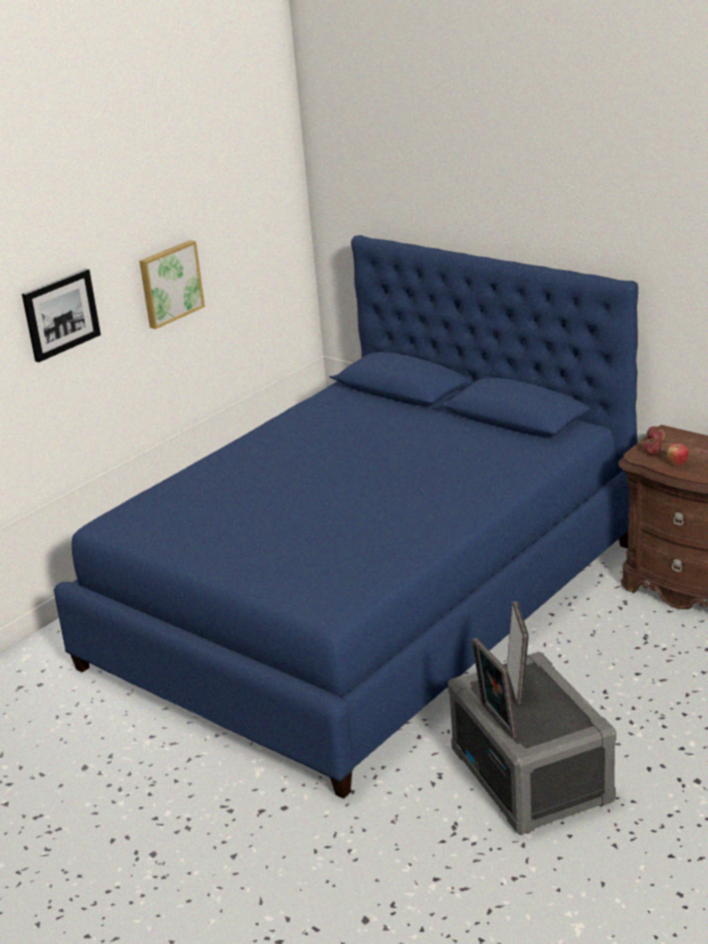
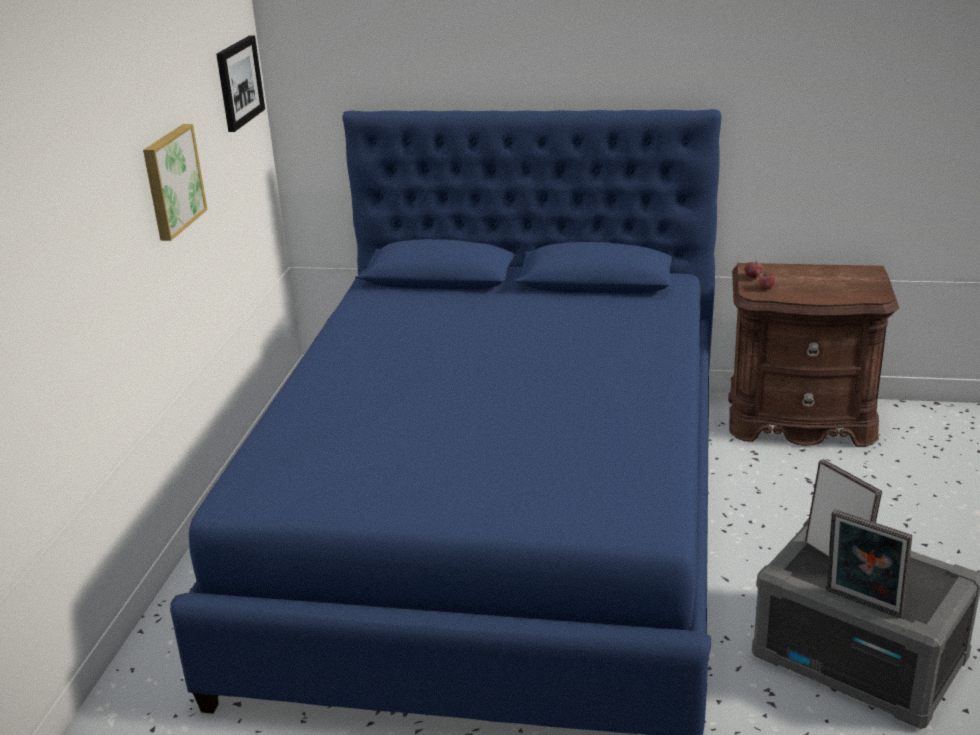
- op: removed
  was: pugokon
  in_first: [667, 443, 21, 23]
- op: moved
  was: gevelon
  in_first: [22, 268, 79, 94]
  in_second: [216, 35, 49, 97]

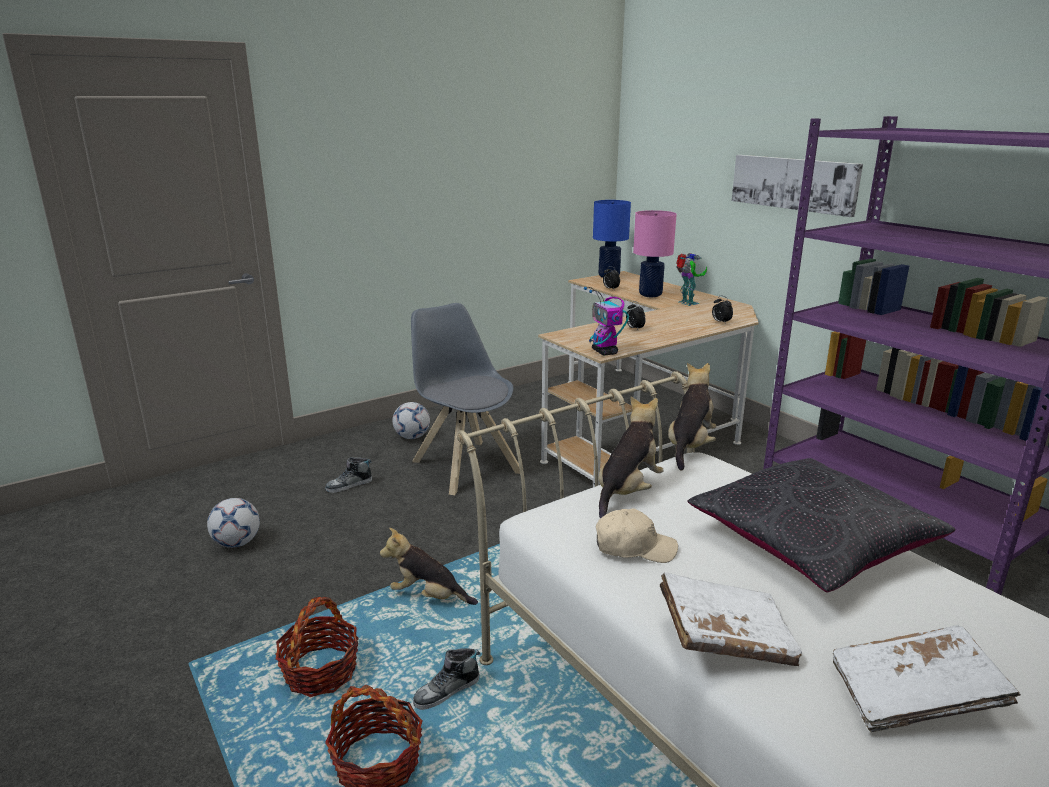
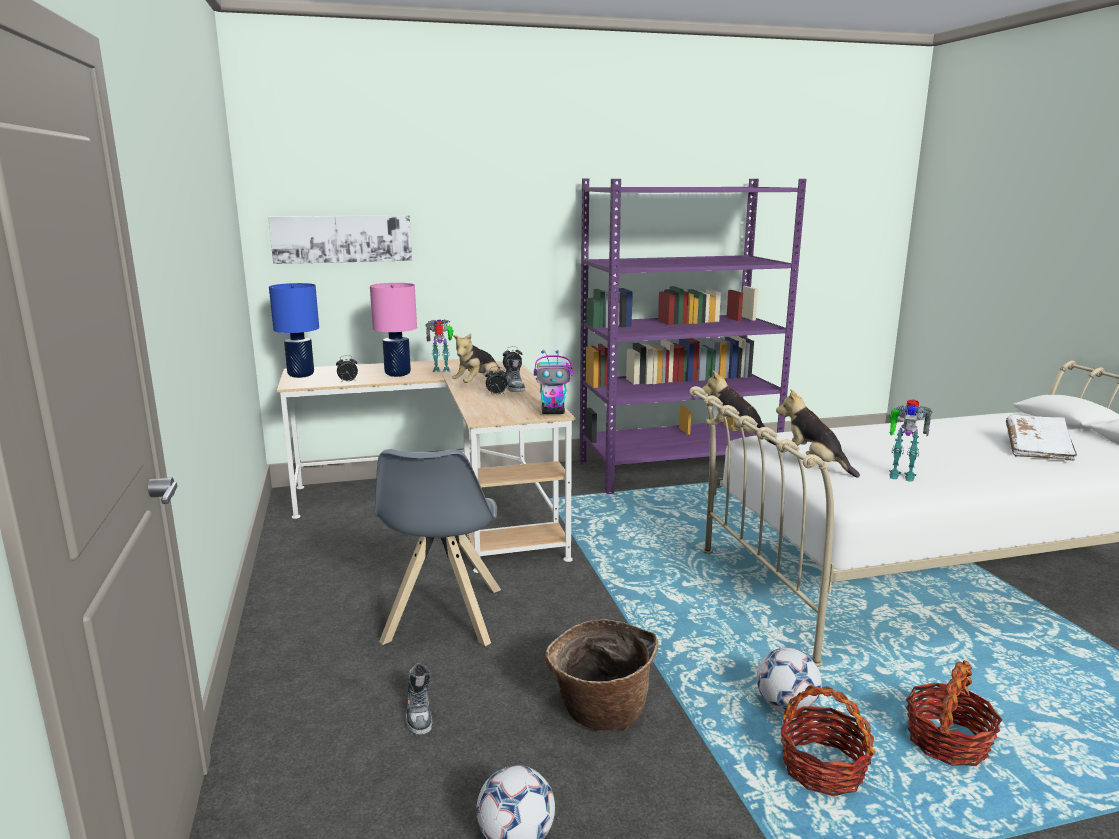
- op: removed
  was: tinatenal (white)
  in_first: [660, 572, 142, 94]
- op: removed
  was: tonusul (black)
  in_first: [687, 458, 268, 134]
- op: added
  now: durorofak
  in_second: [545, 619, 113, 112]
- op: moved
  was: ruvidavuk
  in_first: [380, 528, 98, 77]
  in_second: [452, 333, 48, 50]
- op: moved
  was: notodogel
  in_first: [392, 402, 38, 37]
  in_second: [757, 648, 65, 65]
- op: moved
  was: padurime
  in_first: [413, 648, 67, 62]
  in_second: [505, 359, 20, 33]
- op: moved
  was: gevelon
  in_first: [732, 155, 131, 62]
  in_second: [268, 215, 144, 49]
- op: replaced
  was: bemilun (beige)
  now: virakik
  in_first: [596, 509, 82, 54]
  in_second: [889, 399, 44, 83]
- op: turned
  was: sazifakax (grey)
  in_first: [411, 303, 109, 192]
  in_second: [375, 449, 126, 197]
  clockwise: -75

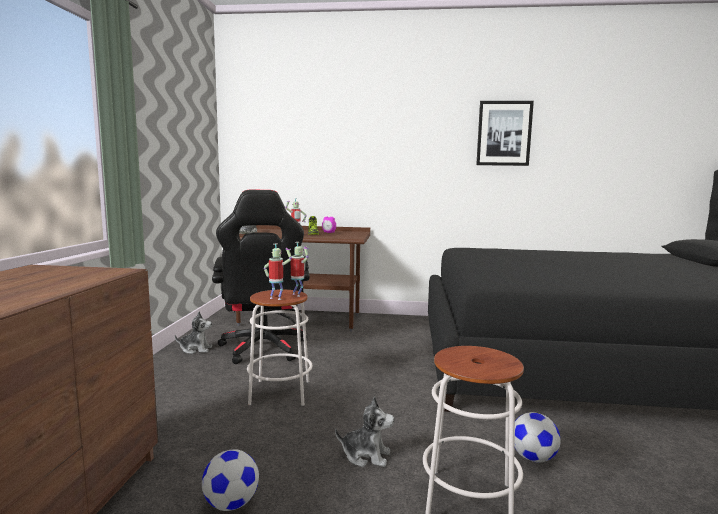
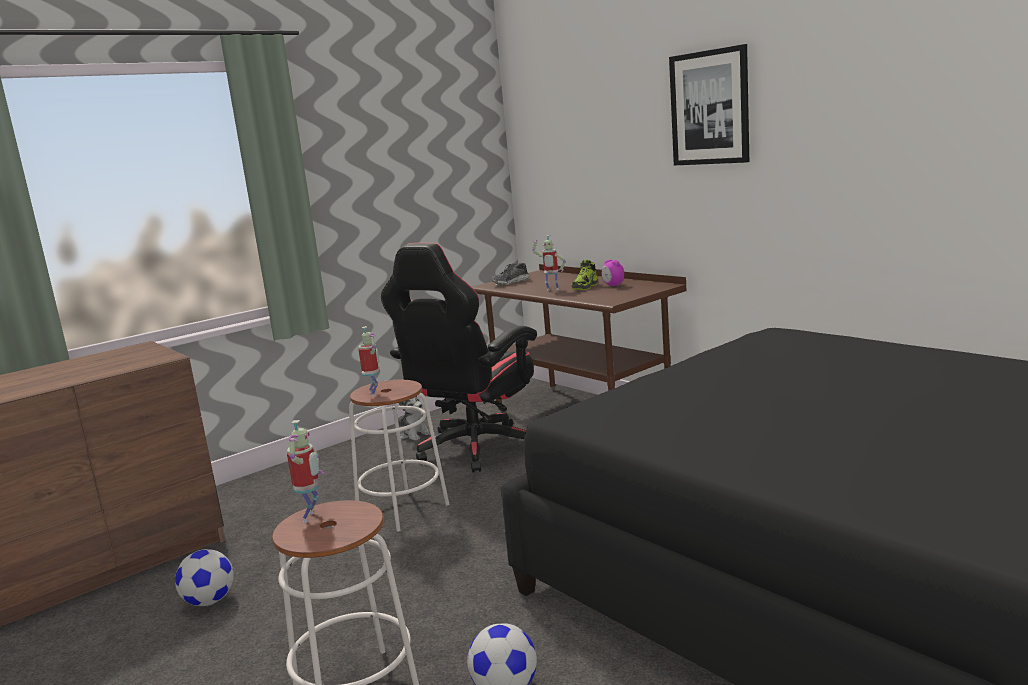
- op: removed
  was: ruvidavuk
  in_first: [335, 396, 59, 71]
- op: moved
  was: virakik
  in_first: [291, 242, 18, 55]
  in_second: [287, 420, 37, 103]
- op: moved
  was: gevelon
  in_first: [476, 101, 58, 65]
  in_second: [669, 44, 80, 122]

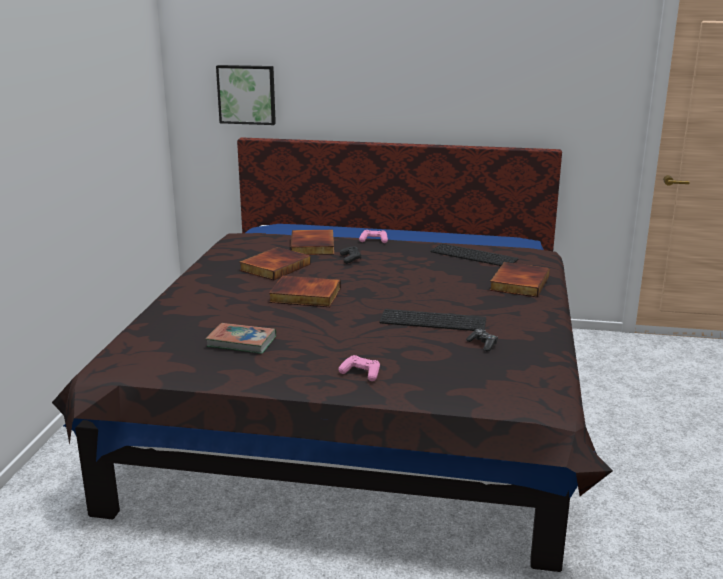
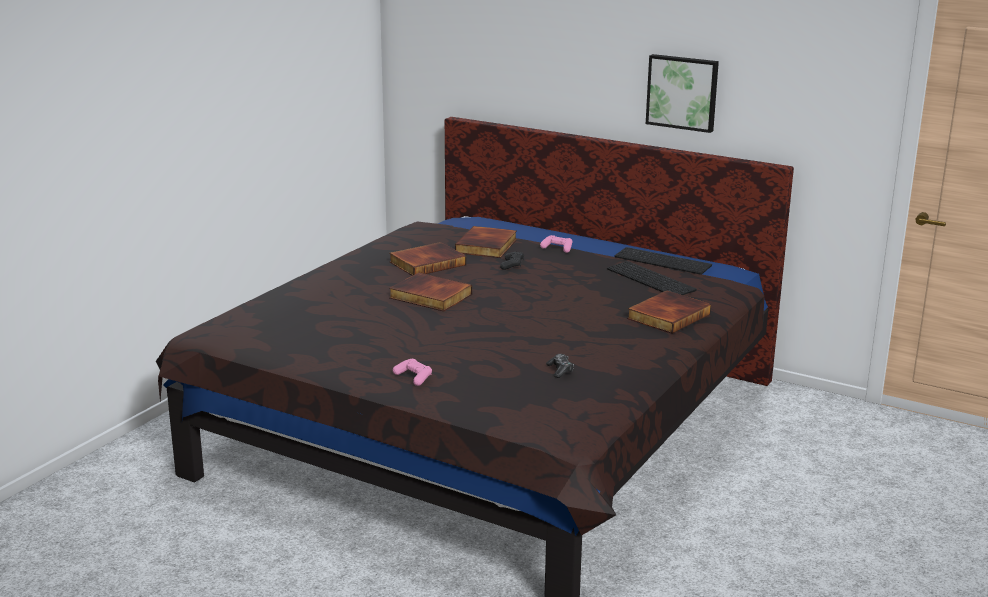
- op: removed
  was: tinatenal
  in_first: [206, 323, 70, 31]
- op: moved
  was: gevelon
  in_first: [216, 65, 60, 60]
  in_second: [646, 54, 73, 79]
- op: moved
  was: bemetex
  in_first: [380, 309, 106, 22]
  in_second: [614, 247, 98, 28]

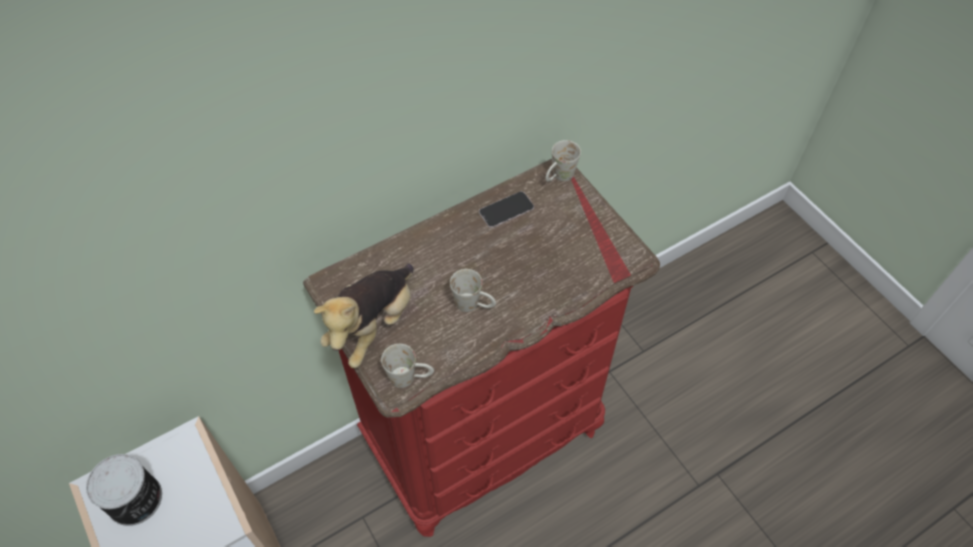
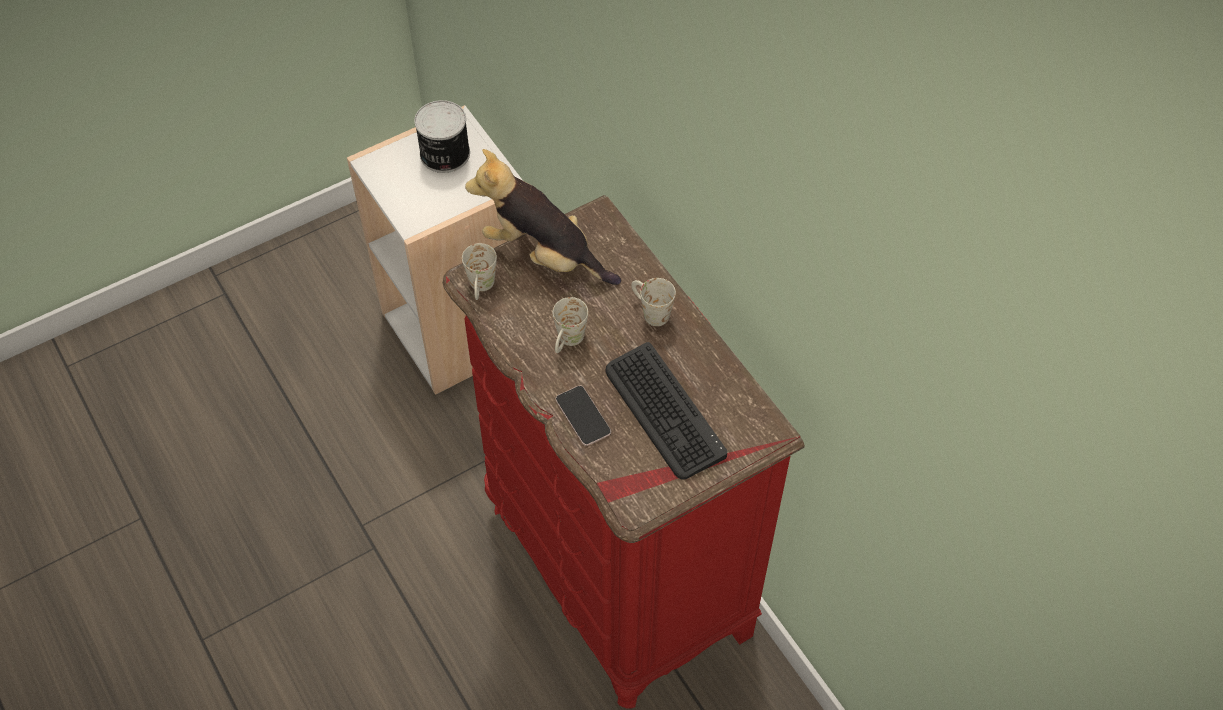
- op: added
  now: bemetex
  in_second: [605, 342, 122, 138]
- op: moved
  was: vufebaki
  in_first: [479, 191, 55, 37]
  in_second: [556, 385, 55, 61]
- op: moved
  was: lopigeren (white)
  in_first: [545, 140, 36, 42]
  in_second: [631, 278, 45, 48]

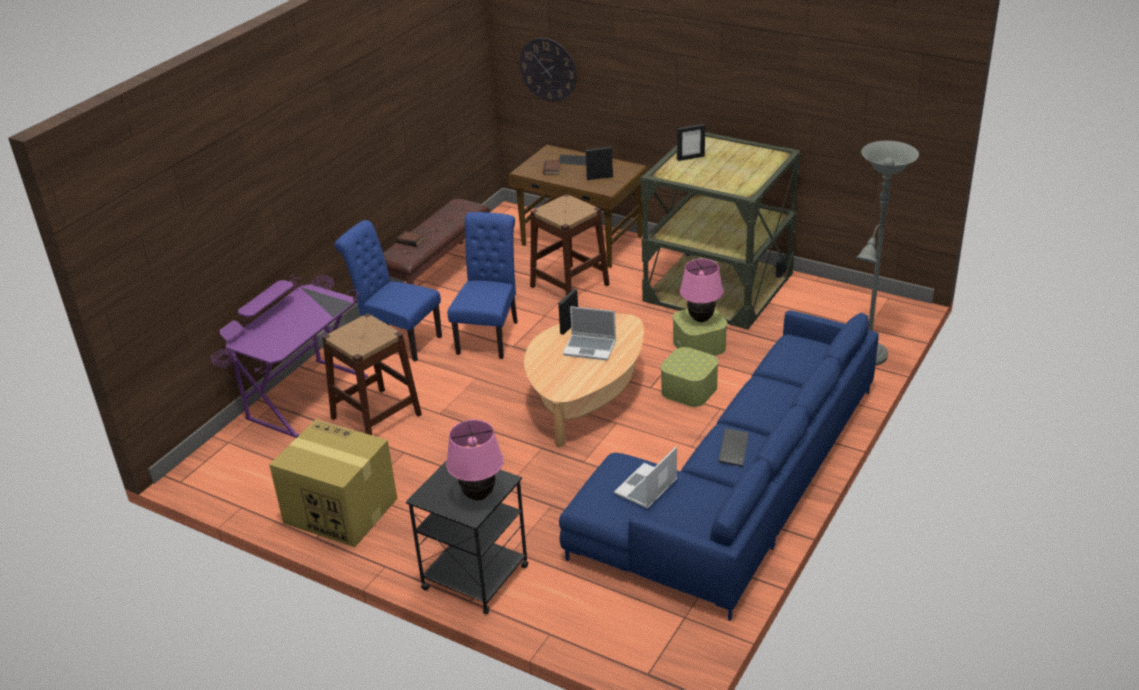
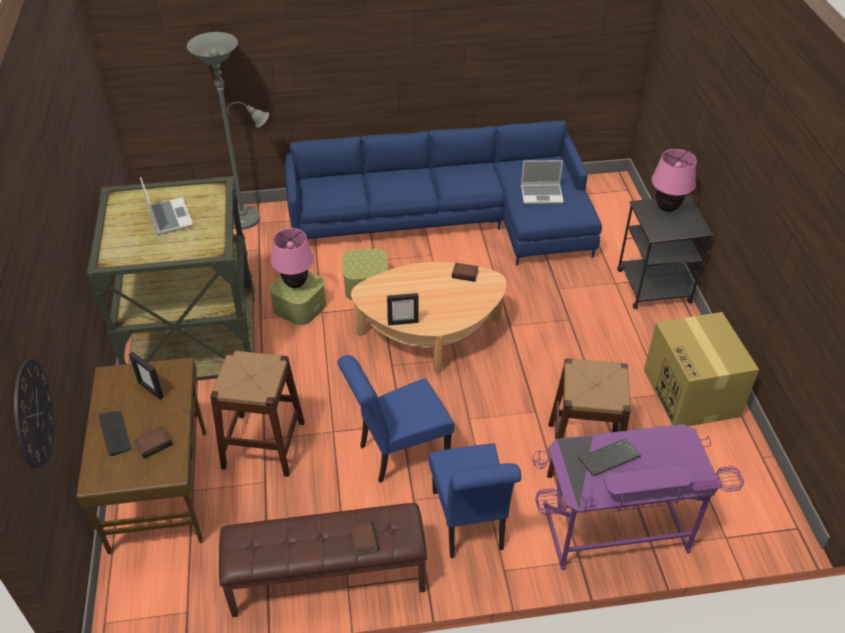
- op: removed
  was: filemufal
  in_first: [677, 124, 28, 37]
- op: added
  now: tinatenal
  in_second: [452, 263, 27, 19]
- op: moved
  was: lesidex
  in_first: [563, 306, 53, 54]
  in_second: [140, 177, 54, 58]
- op: moved
  was: bemetex
  in_first: [718, 428, 31, 39]
  in_second: [579, 438, 62, 38]

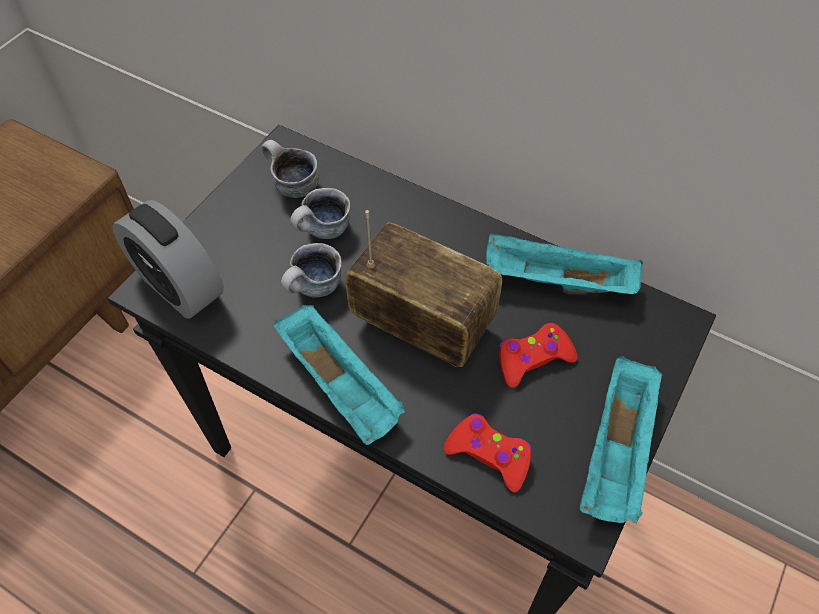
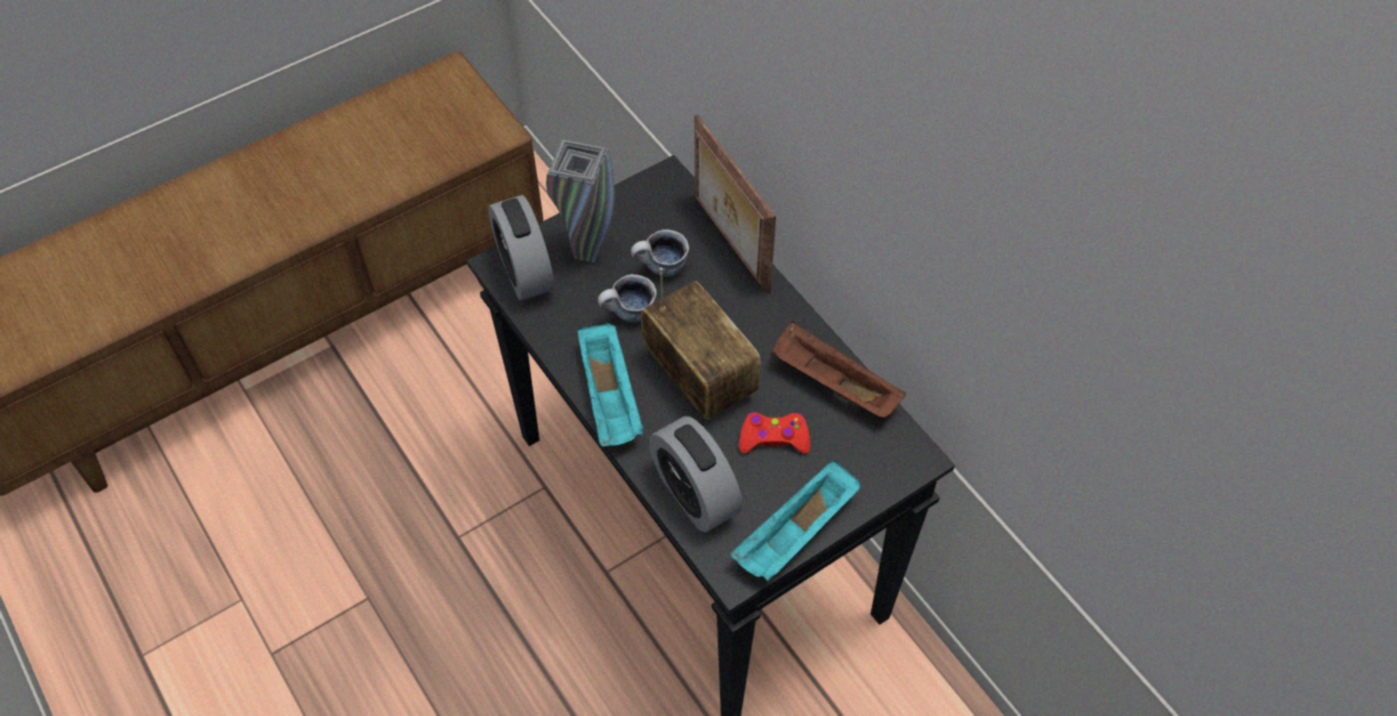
- op: removed
  was: lopigeren
  in_first: [262, 140, 57, 58]
- op: added
  now: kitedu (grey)
  in_second: [546, 139, 69, 124]
- op: added
  now: filemufal
  in_second: [695, 114, 81, 180]
- op: replaced
  was: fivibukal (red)
  now: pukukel
  in_first: [444, 413, 88, 80]
  in_second: [649, 416, 93, 116]
- op: recoloured
  was: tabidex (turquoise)
  now: tabidex (brown)
  in_first: [486, 233, 157, 61]
  in_second: [771, 321, 135, 97]

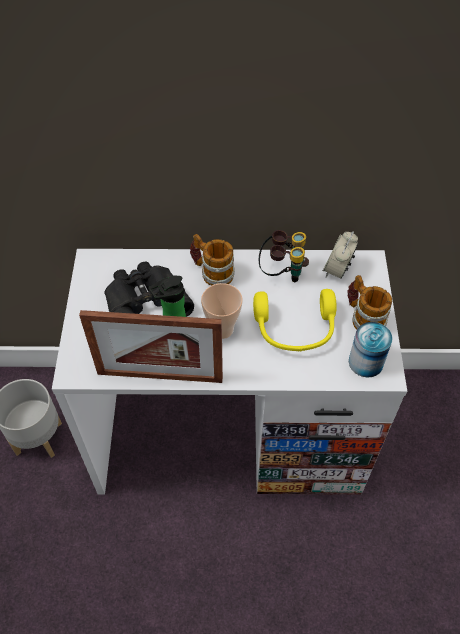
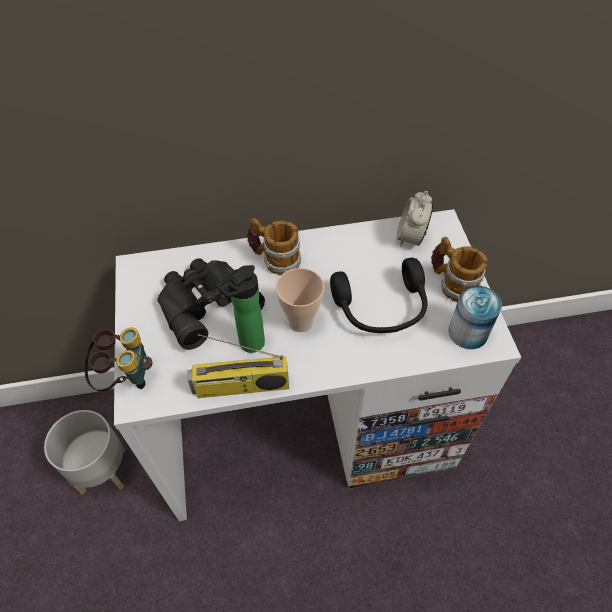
- op: moved
  was: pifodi
  in_first: [259, 230, 50, 52]
  in_second: [84, 327, 69, 64]
- op: replaced
  was: filemufal
  now: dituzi
  in_first: [79, 310, 144, 73]
  in_second: [187, 334, 102, 64]
- op: recoloured
  was: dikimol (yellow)
  now: dikimol (black)
  in_first: [253, 289, 84, 62]
  in_second: [330, 258, 98, 75]

